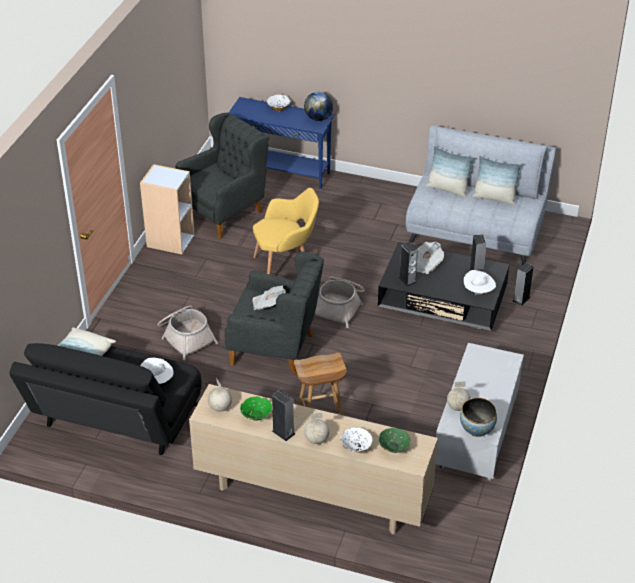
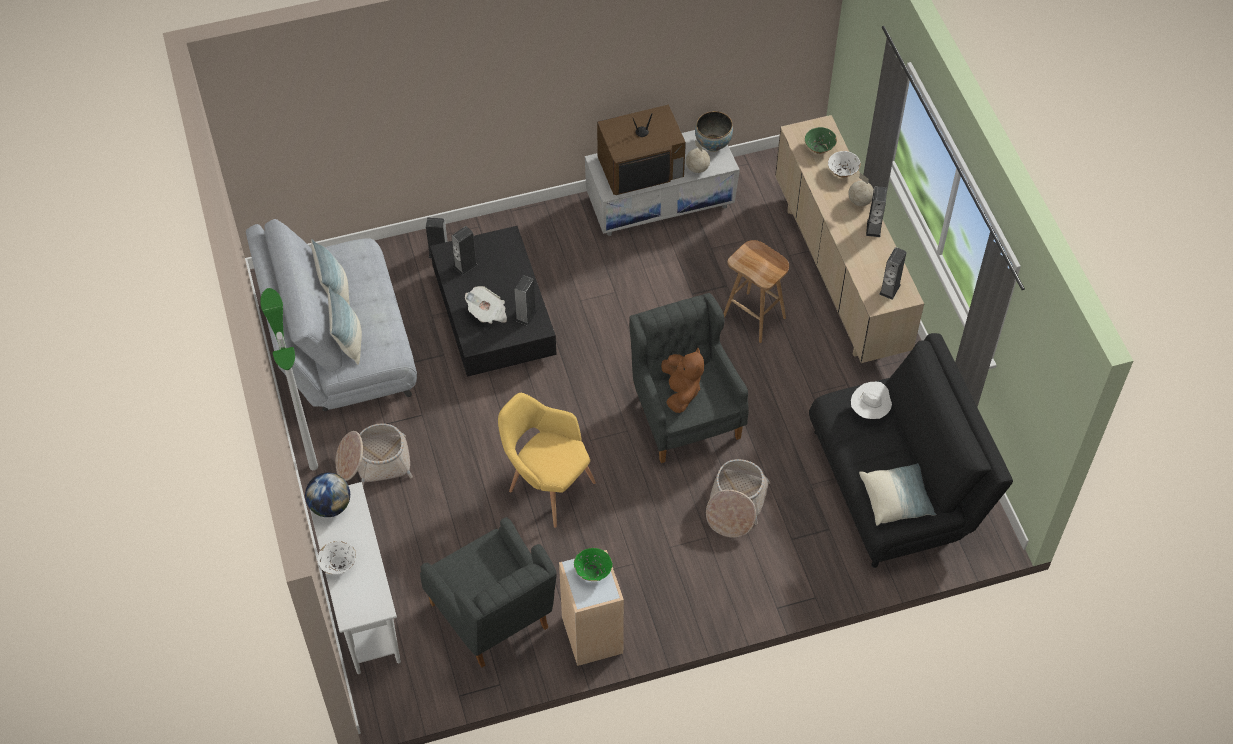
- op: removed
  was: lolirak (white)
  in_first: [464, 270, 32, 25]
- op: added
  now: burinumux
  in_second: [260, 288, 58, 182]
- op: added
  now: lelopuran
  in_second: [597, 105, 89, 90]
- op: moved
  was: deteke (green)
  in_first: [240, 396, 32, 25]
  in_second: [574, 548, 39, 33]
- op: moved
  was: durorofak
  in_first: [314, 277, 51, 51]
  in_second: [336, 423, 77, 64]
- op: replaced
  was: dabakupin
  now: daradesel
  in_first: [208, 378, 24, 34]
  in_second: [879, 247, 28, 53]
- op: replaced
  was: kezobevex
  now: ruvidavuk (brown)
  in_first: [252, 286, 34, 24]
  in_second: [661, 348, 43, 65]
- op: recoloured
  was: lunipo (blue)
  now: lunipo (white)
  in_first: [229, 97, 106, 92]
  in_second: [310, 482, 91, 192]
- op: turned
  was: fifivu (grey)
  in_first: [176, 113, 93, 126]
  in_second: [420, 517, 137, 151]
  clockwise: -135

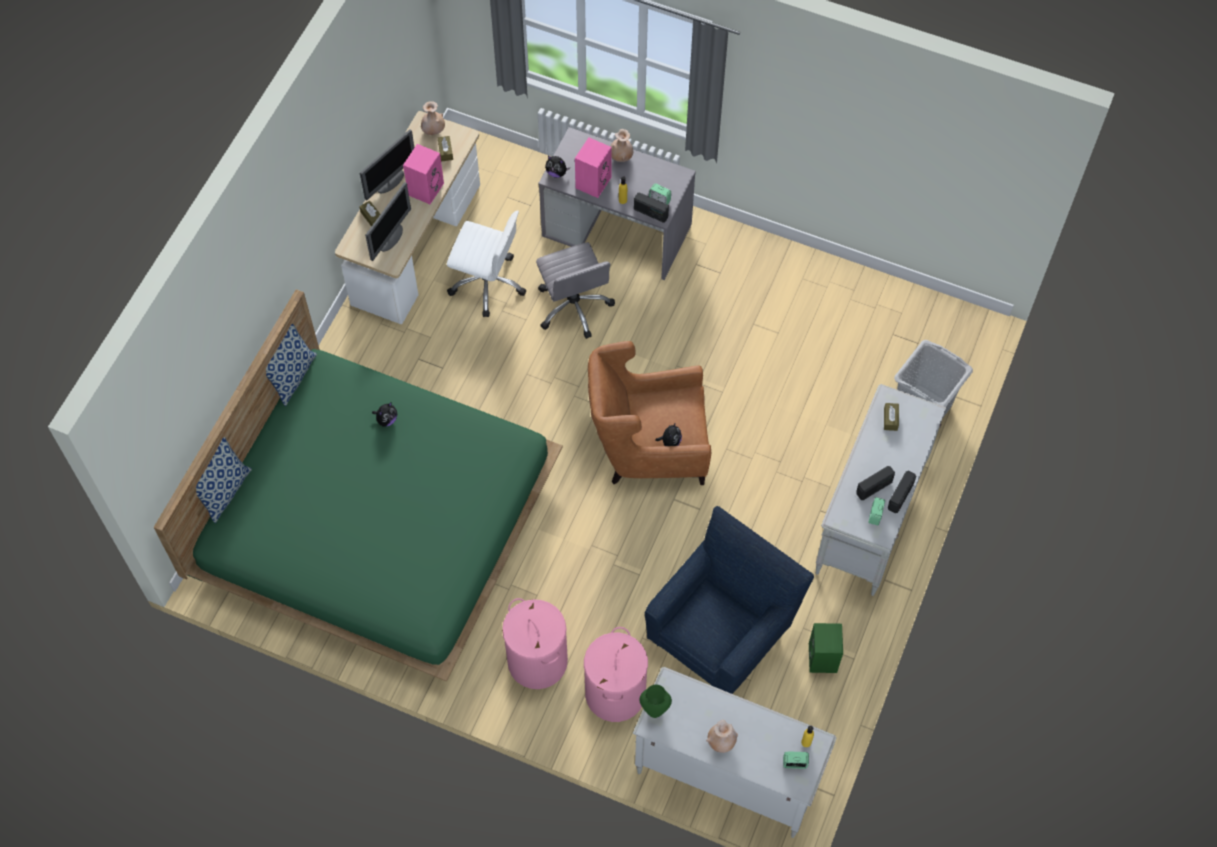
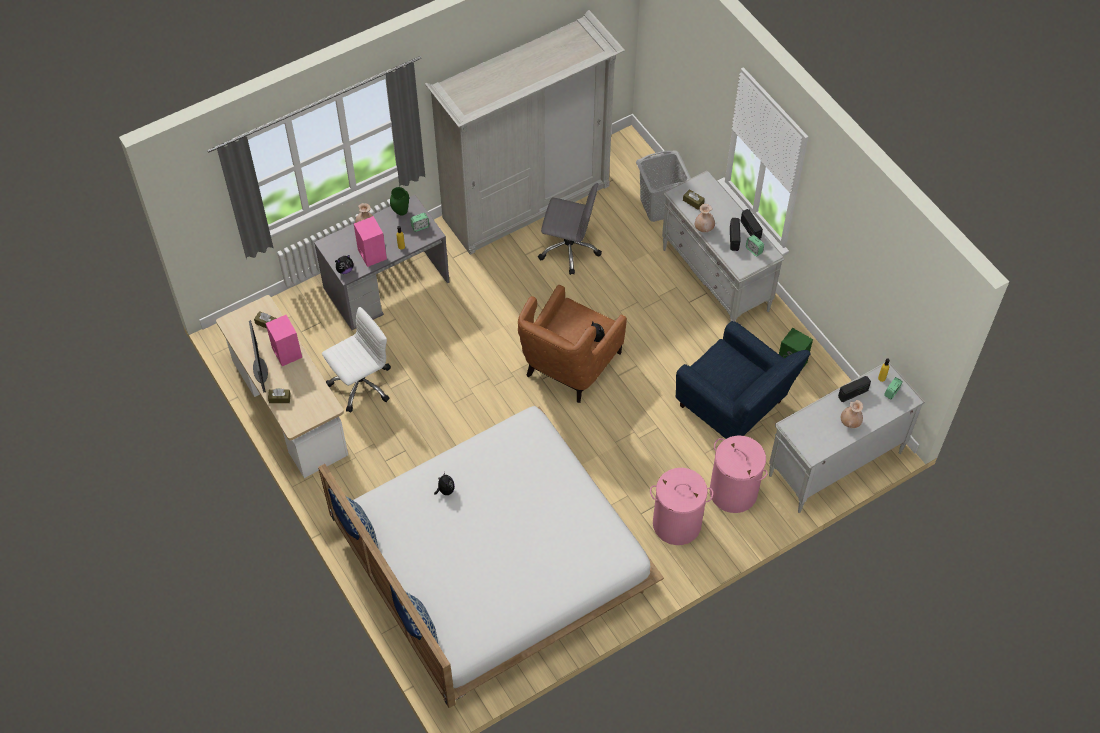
- op: removed
  was: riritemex
  in_first: [365, 182, 46, 79]
- op: added
  now: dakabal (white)
  in_second: [425, 10, 200, 245]
- op: moved
  was: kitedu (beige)
  in_first: [421, 101, 24, 34]
  in_second: [695, 204, 20, 28]
- op: moved
  was: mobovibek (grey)
  in_first: [536, 242, 79, 97]
  in_second: [538, 183, 64, 92]
- op: moved
  was: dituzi
  in_first: [634, 192, 35, 31]
  in_second: [838, 376, 33, 26]
- op: moved
  was: kitedu (green)
  in_first: [639, 685, 33, 33]
  in_second: [390, 187, 19, 29]
- op: recoloured
  was: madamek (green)
  now: madamek (white)
  in_first: [154, 289, 409, 393]
  in_second: [318, 406, 346, 302]
- op: turned
  was: fifivu (blue)
  in_first: [645, 506, 169, 188]
  in_second: [676, 321, 135, 118]
  clockwise: 150

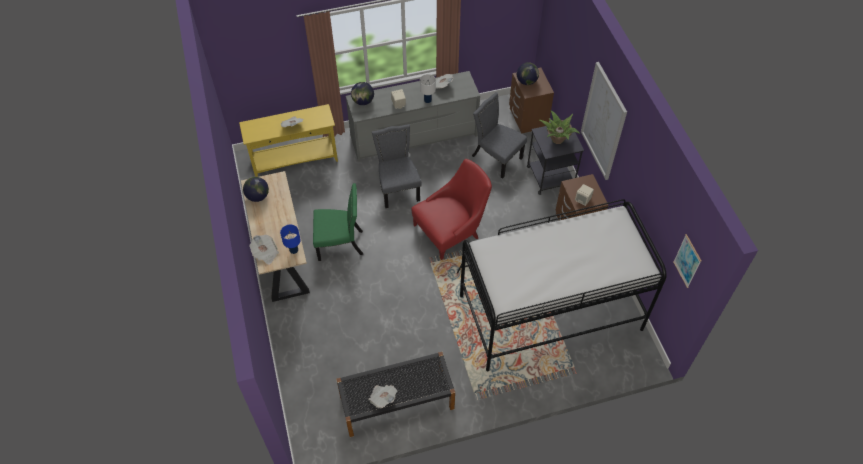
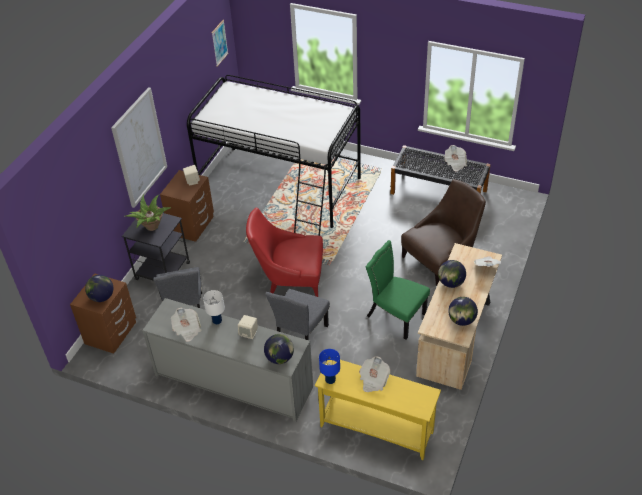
- op: added
  now: fifivu (brown)
  in_second: [401, 179, 85, 106]
- op: added
  now: dabakupin
  in_second: [438, 260, 28, 28]
- op: moved
  was: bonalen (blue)
  in_first: [280, 225, 21, 29]
  in_second: [319, 349, 21, 35]

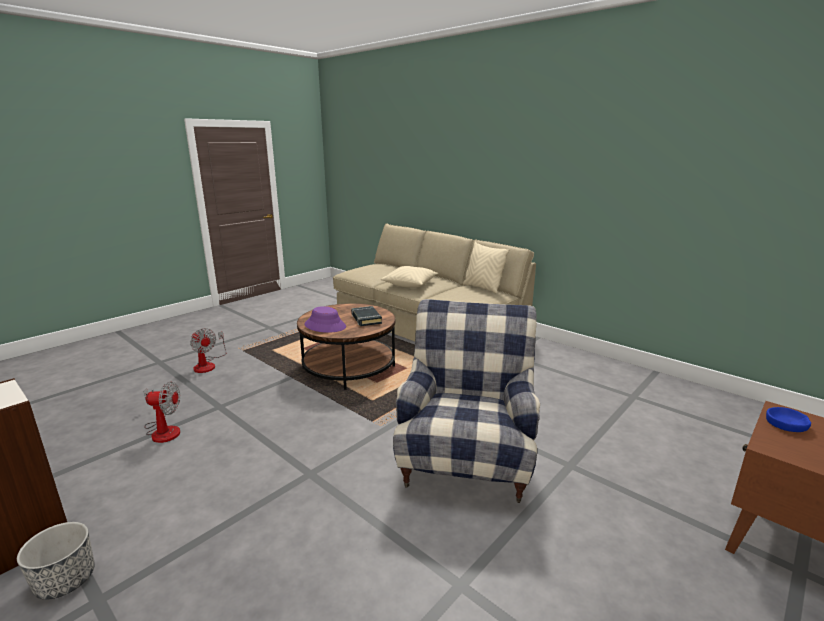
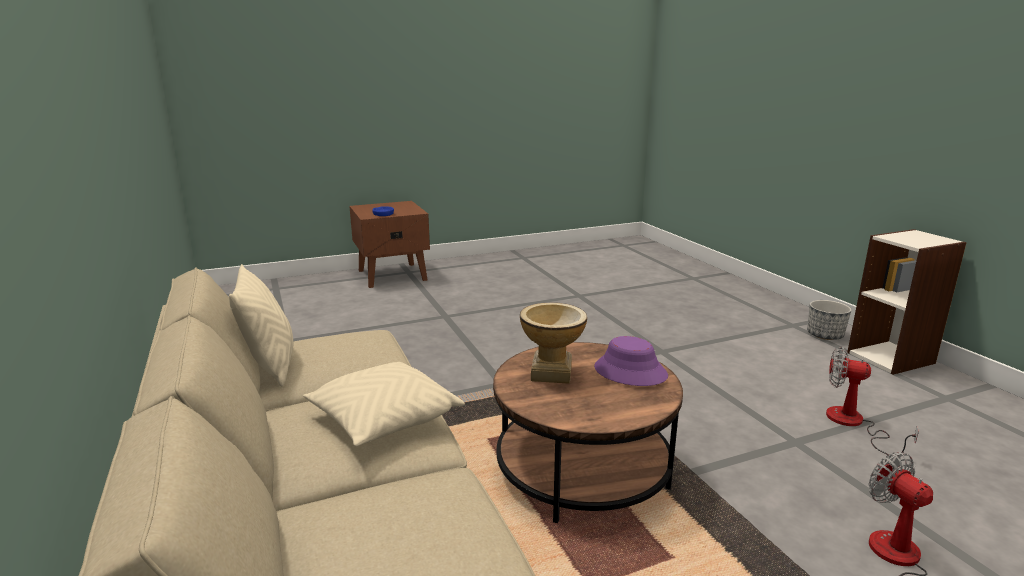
- op: removed
  was: fifivu
  in_first: [393, 299, 147, 204]
- op: replaced
  was: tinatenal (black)
  now: kitedu
  in_first: [351, 306, 31, 20]
  in_second: [520, 302, 67, 82]

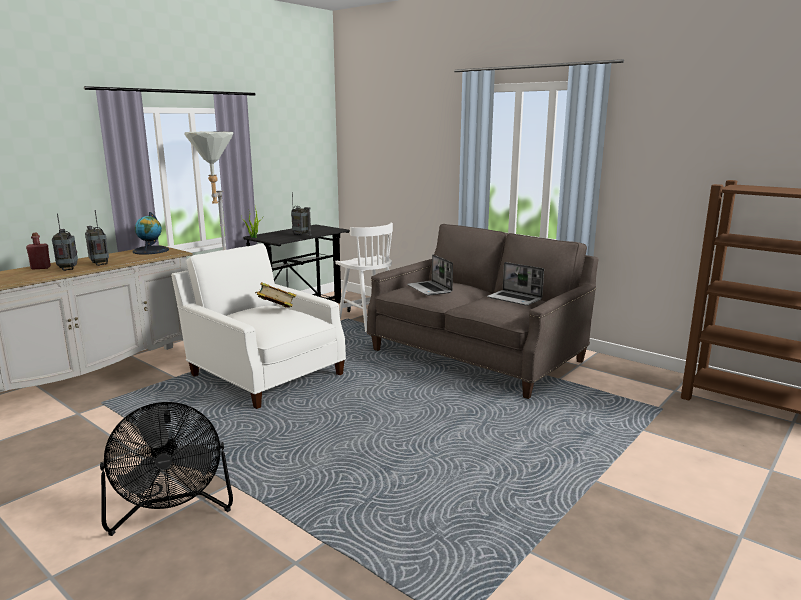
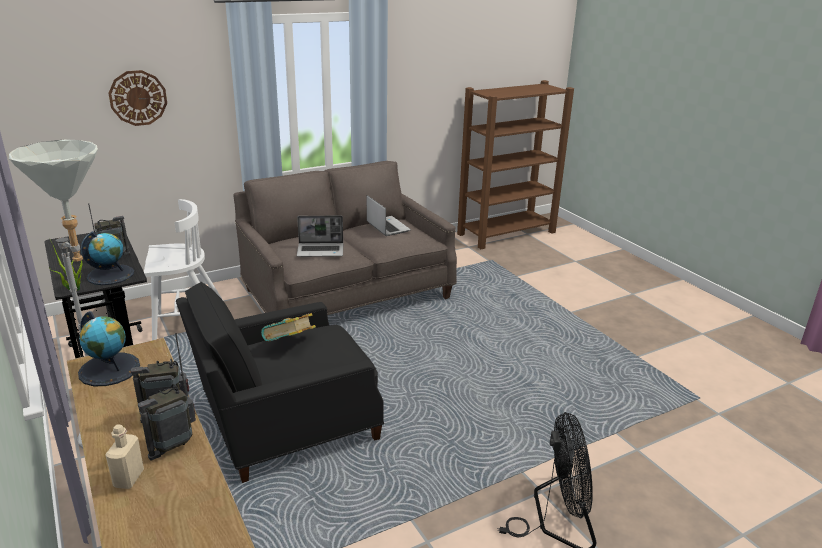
- op: added
  now: dabakupin
  in_second: [81, 231, 53, 54]
- op: added
  now: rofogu
  in_second: [108, 70, 59, 56]
- op: recoloured
  was: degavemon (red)
  now: degavemon (beige)
  in_first: [26, 233, 25, 37]
  in_second: [105, 424, 39, 65]
- op: recoloured
  was: fifivu (white)
  now: fifivu (black)
  in_first: [171, 244, 175, 165]
  in_second: [176, 282, 208, 201]
- op: turned
  was: dituzi
  in_first: [52, 214, 26, 57]
  in_second: [138, 355, 58, 105]
  clockwise: -45
- op: turned
  was: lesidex
  in_first: [487, 262, 57, 44]
  in_second: [367, 195, 44, 41]
  clockwise: -90

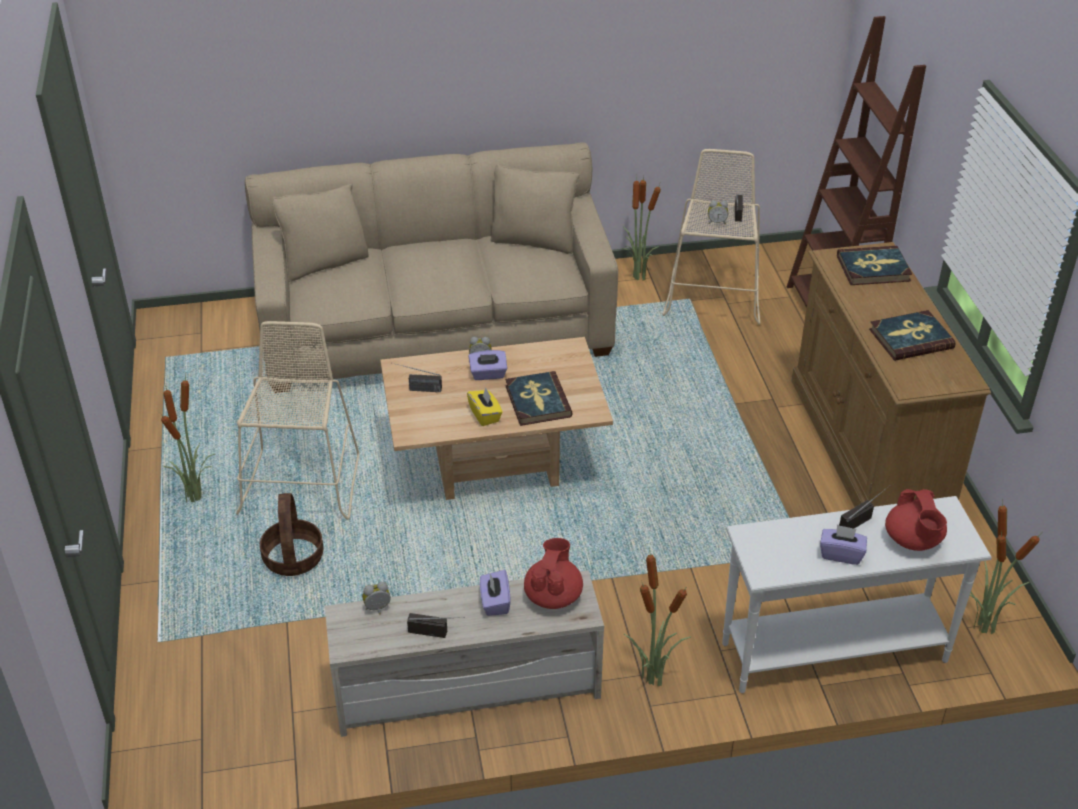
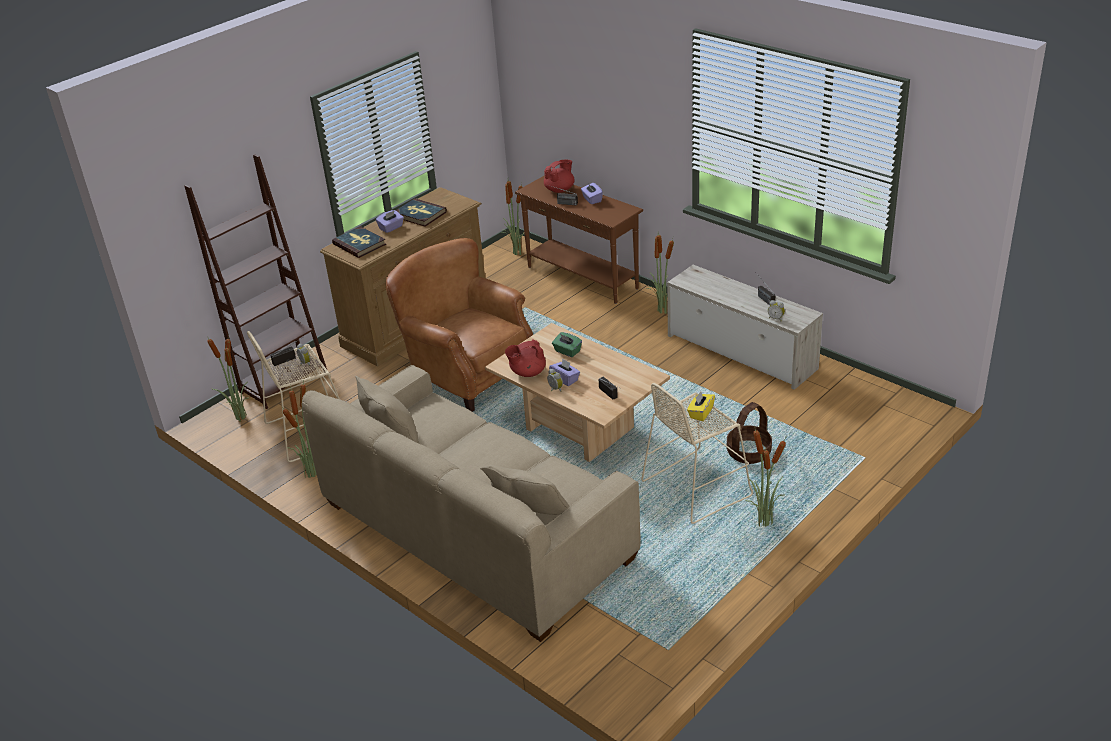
- op: added
  now: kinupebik
  in_second: [207, 338, 41, 84]
- op: added
  now: fifivu (brown)
  in_second: [386, 238, 147, 174]
- op: moved
  was: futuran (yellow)
  in_first: [467, 388, 36, 38]
  in_second: [687, 391, 28, 30]
- op: moved
  was: futuran (purple)
  in_first: [480, 570, 30, 46]
  in_second: [376, 210, 28, 23]
- op: moved
  was: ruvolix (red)
  in_first: [524, 538, 59, 71]
  in_second: [505, 339, 41, 38]
- op: replaced
  was: tinatenal
  now: futuran (green)
  in_first: [505, 371, 68, 55]
  in_second: [552, 332, 30, 25]
- op: recoloured
  was: lunipo (white)
  now: lunipo (brown)
  in_first: [722, 496, 270, 197]
  in_second: [515, 175, 128, 129]

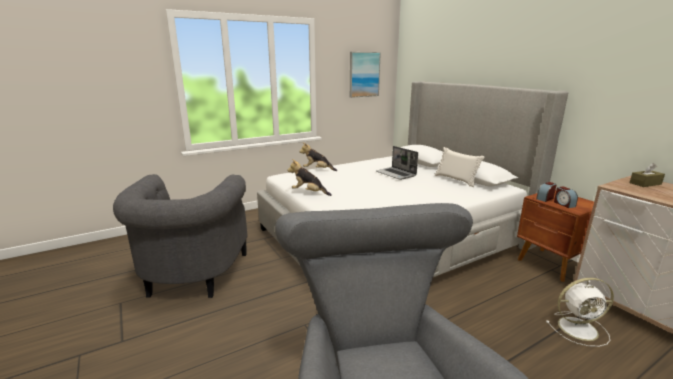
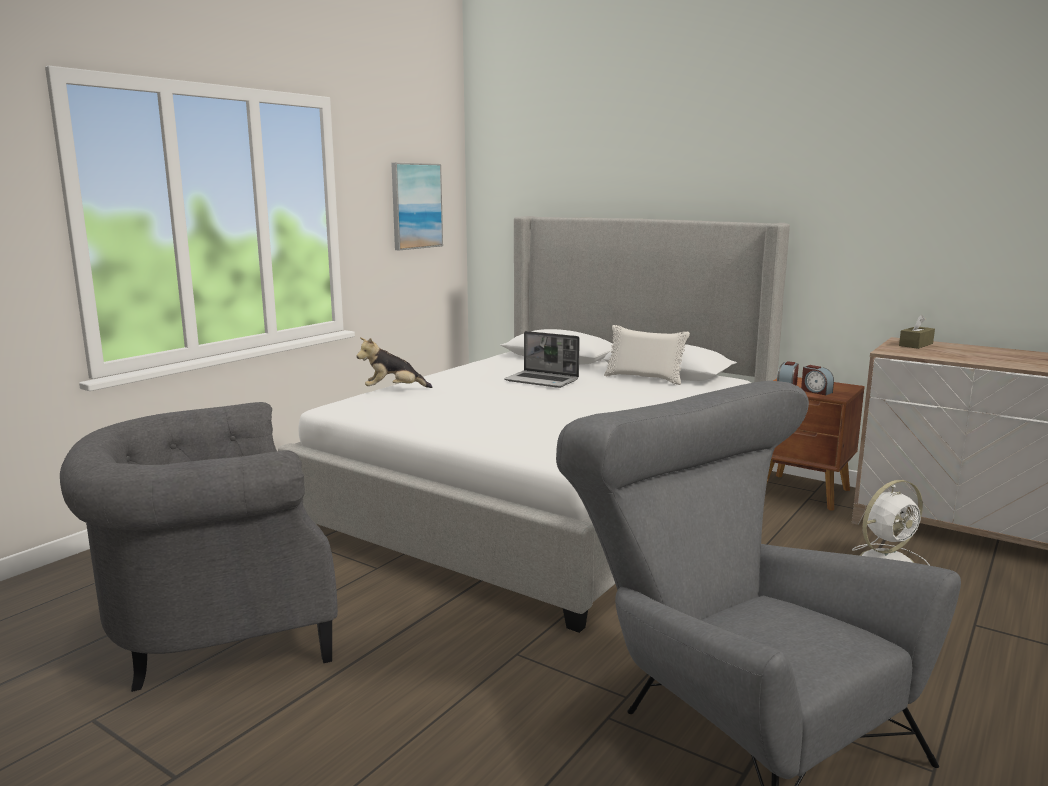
- op: removed
  was: ruvidavuk
  in_first: [287, 159, 45, 37]
- op: turned
  was: fifivu (grey)
  in_first: [113, 174, 134, 124]
  in_second: [60, 402, 278, 290]
  clockwise: 90

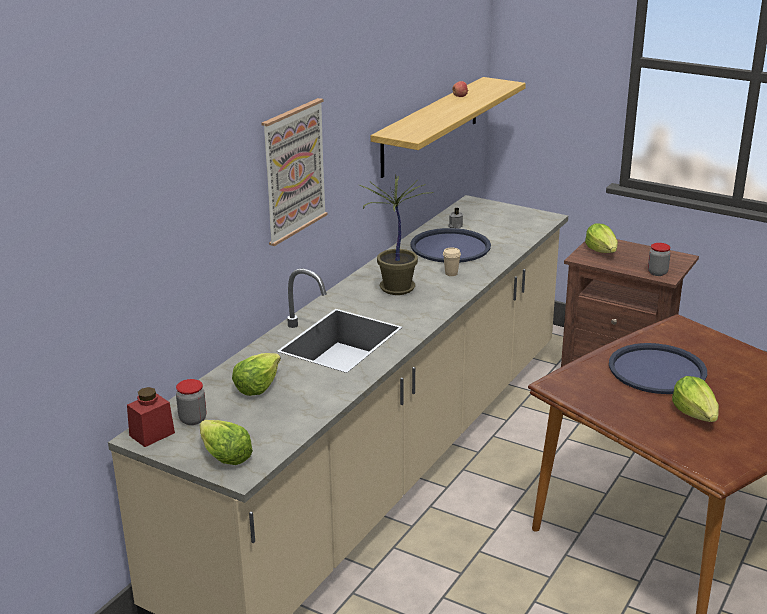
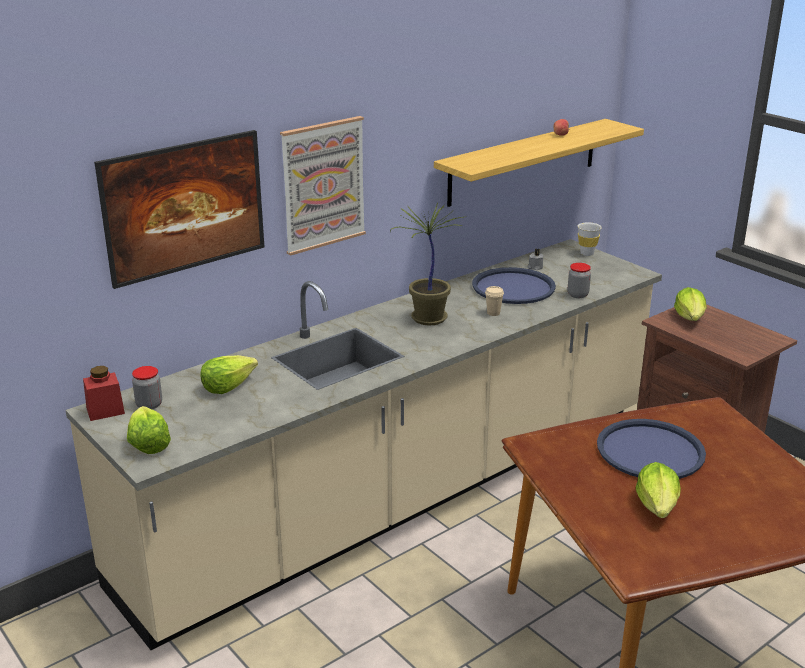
- op: added
  now: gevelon
  in_second: [94, 130, 170, 159]
- op: added
  now: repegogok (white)
  in_second: [578, 222, 24, 34]
- op: moved
  was: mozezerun
  in_first: [648, 243, 23, 33]
  in_second: [568, 263, 23, 35]

